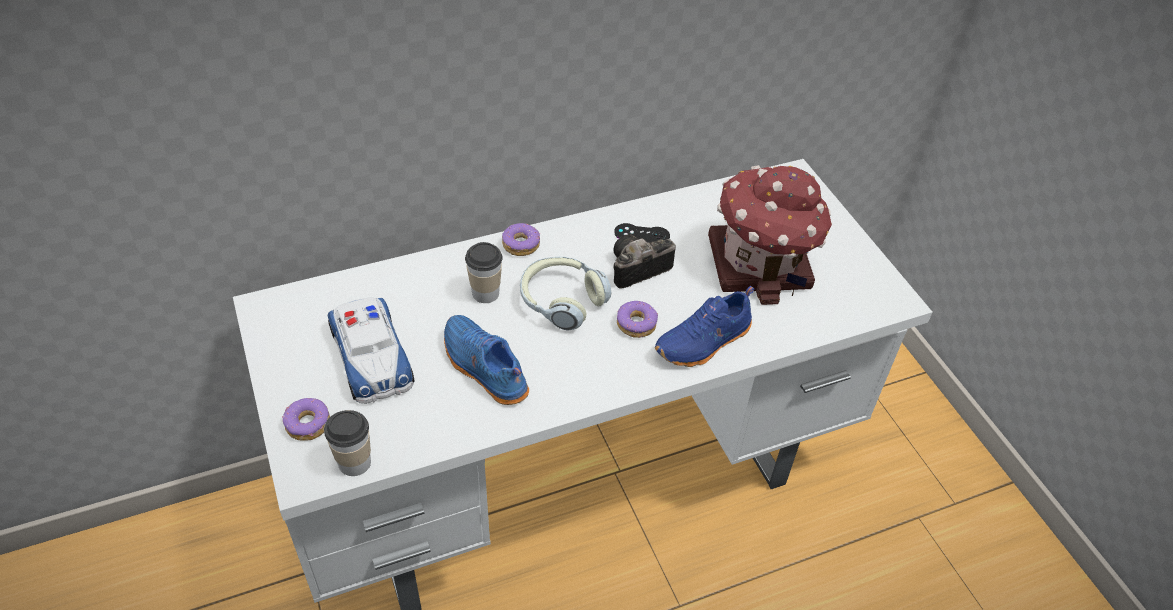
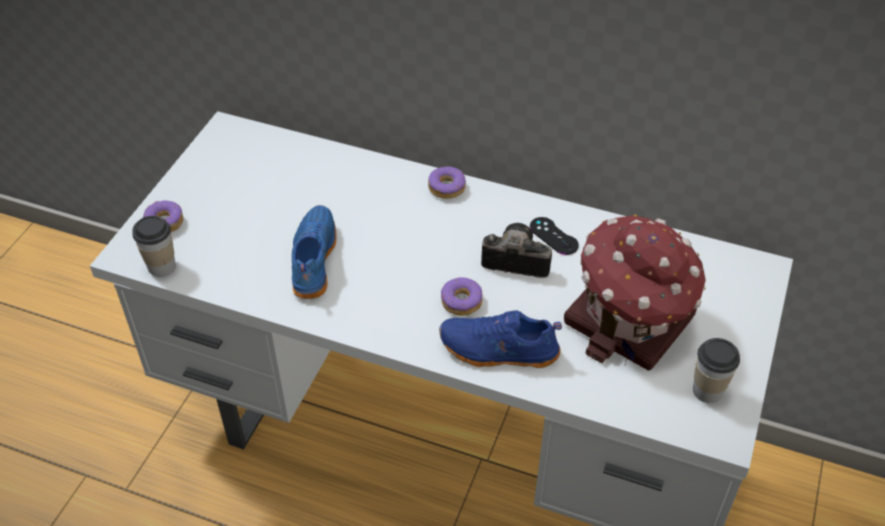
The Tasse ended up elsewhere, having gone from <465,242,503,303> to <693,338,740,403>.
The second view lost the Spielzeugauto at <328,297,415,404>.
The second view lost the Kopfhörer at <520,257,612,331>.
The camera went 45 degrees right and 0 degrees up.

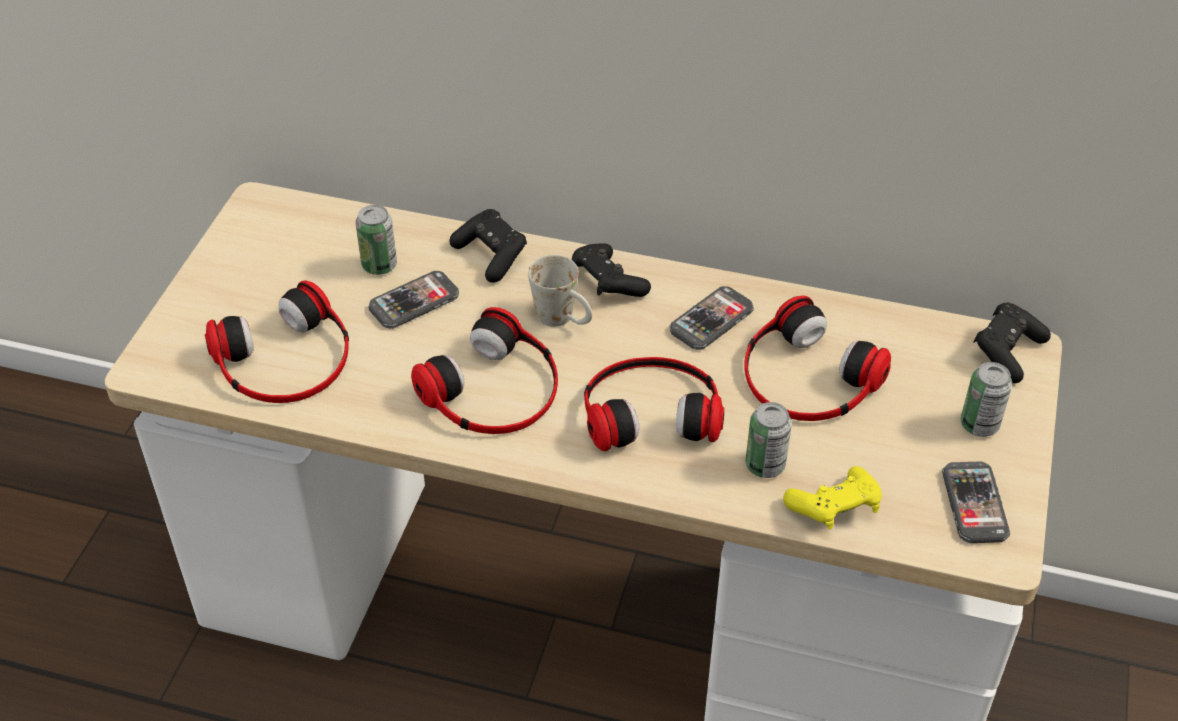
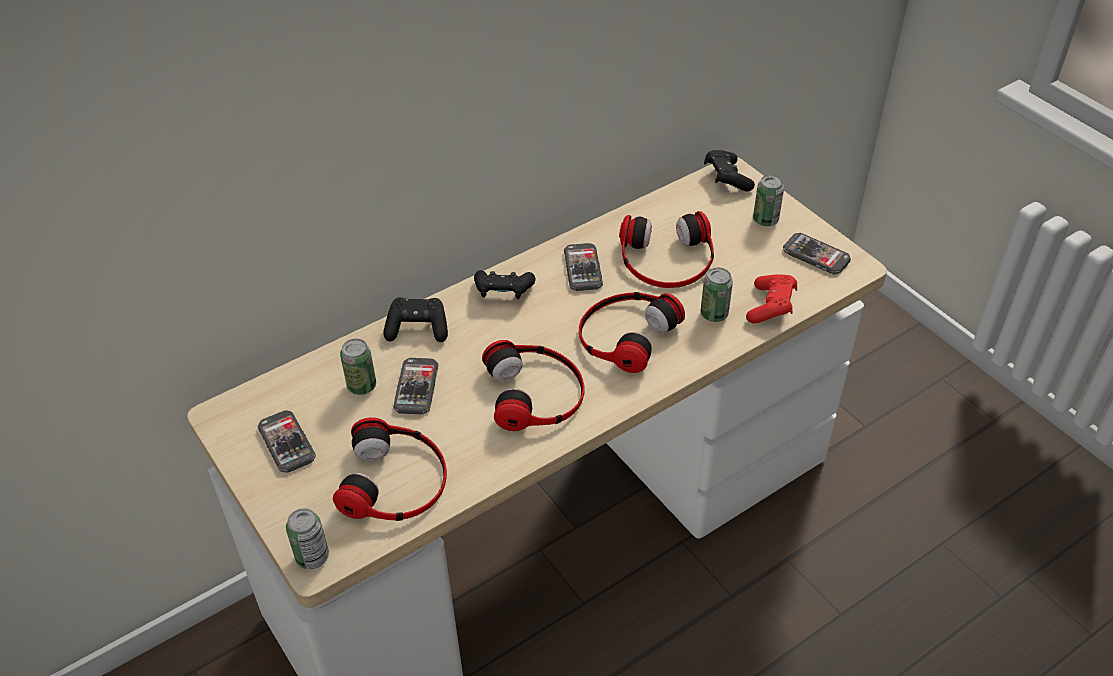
The second view gained the Handy at <258,410,316,473>.
The second view gained the Dose at <286,508,329,569>.
What was the Gamepad (gelb) at <783,466,882,530> turned into the Gamepad (rot) at <746,274,797,324>.
The second view lost the Henkelbecher (weiß) at <528,255,592,327>.
The camera went 50 degrees left and 0 degrees up.

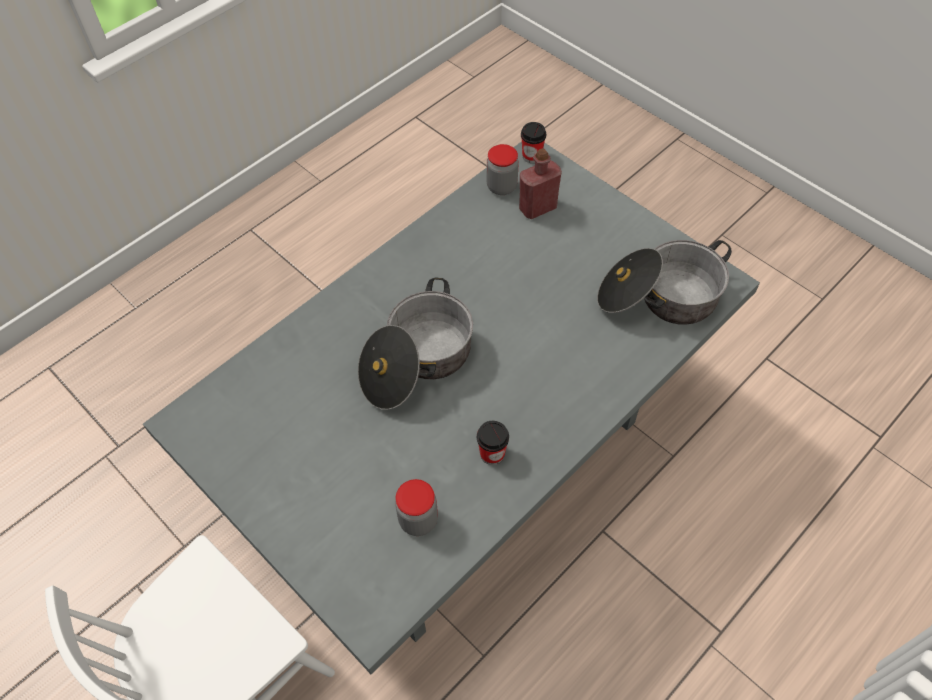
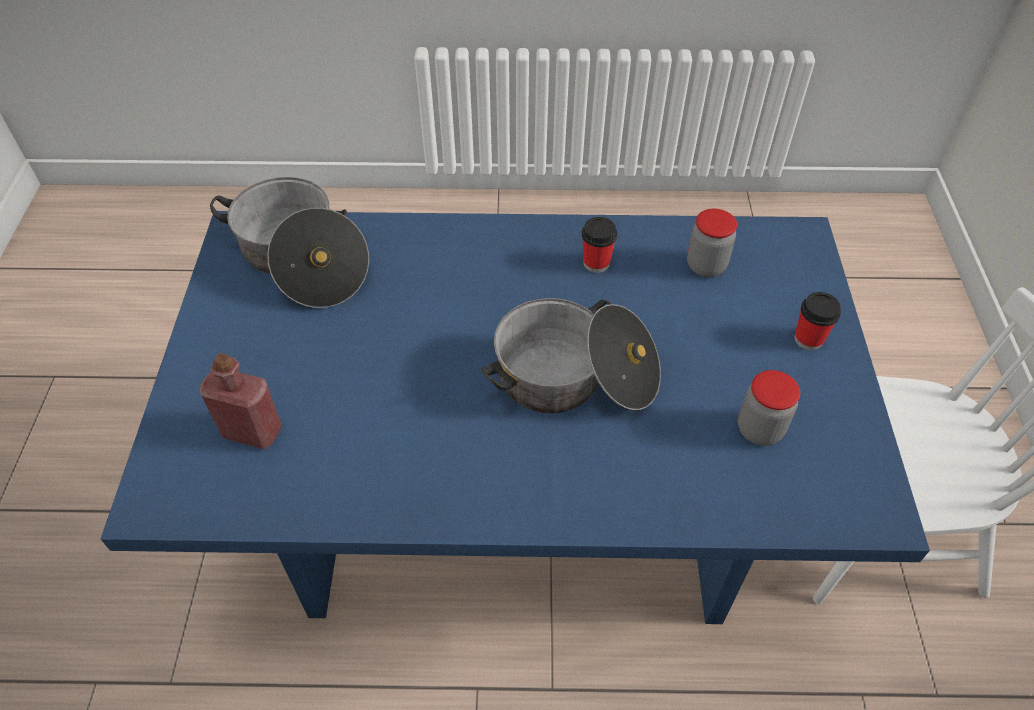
What was the Esstisch (grau) at <143,141,760,675> turned into the Esstisch (blau) at <101,211,930,624>.
The Vorratsglas ended up elsewhere, having gone from <487,144,519,195> to <738,370,800,446>.
The Tasse ended up elsewhere, having gone from <521,122,546,163> to <794,292,841,350>.
The camera went 135 degrees left and 5 degrees down.

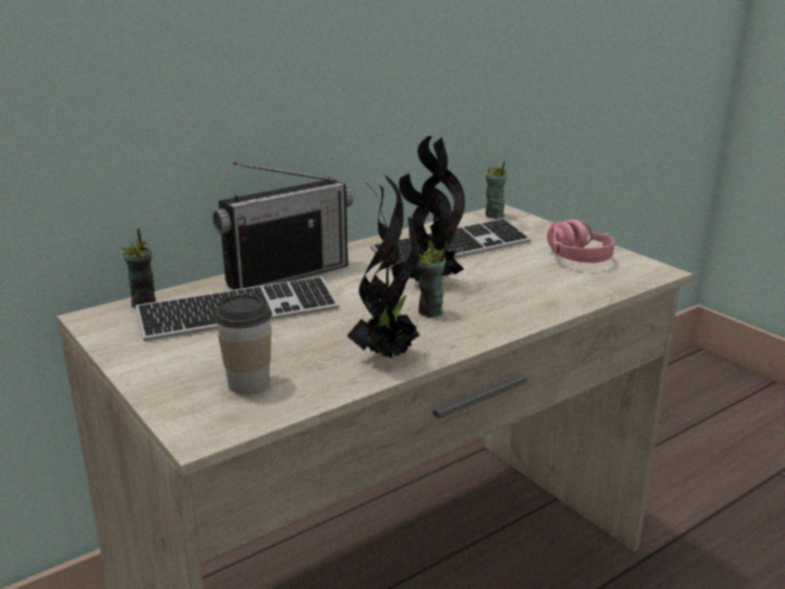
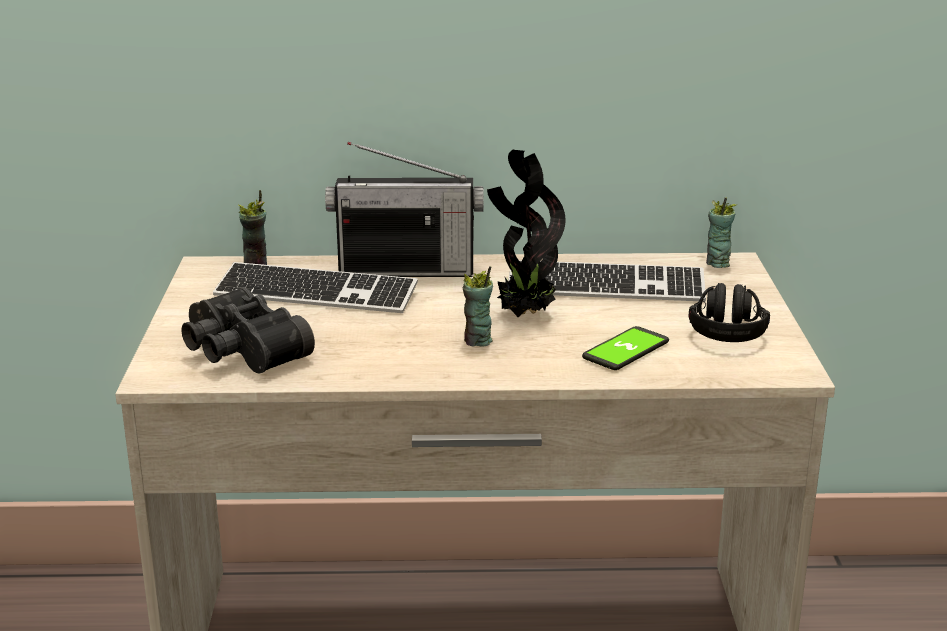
Where the Tasse stood at <215,295,272,394>, the Fernglas (schwarz) came to stand at <181,287,315,373>.
The second view gained the Handy at <582,326,669,370>.
What was the Kopfhörer (rosa) at <547,220,615,263> turned into the Kopfhörer (schwarz) at <689,283,770,342>.
The second view lost the Topfpflanze at <347,174,420,358>.
The camera went 35 degrees right and 0 degrees up.

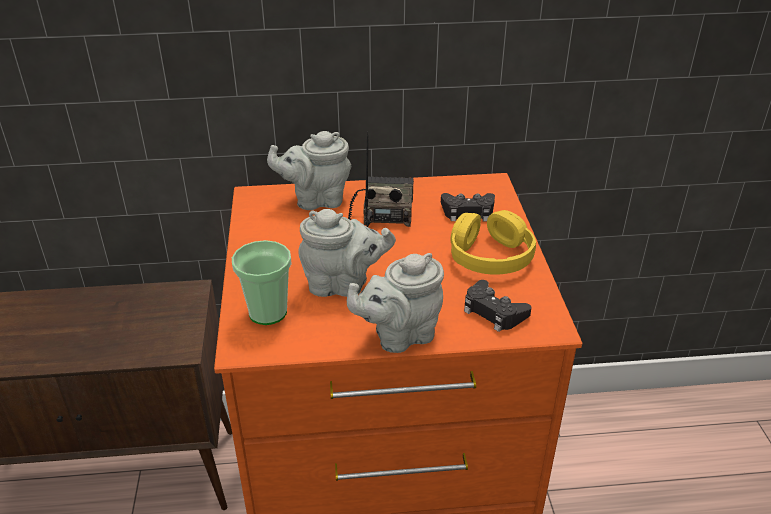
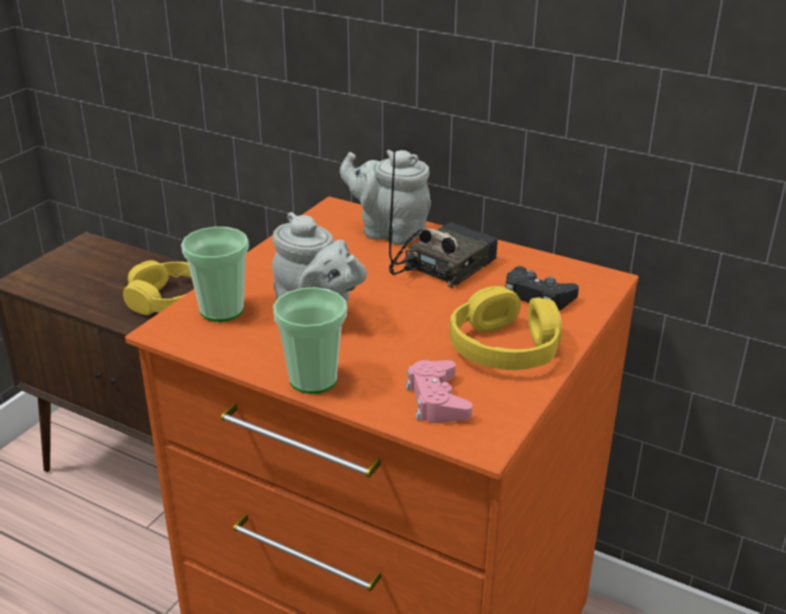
The second view gained the Kopfhörer (gelb) at <123,260,192,315>.
Where the Teekanne (grau) stood at <347,253,444,353>, the Tasse came to stand at <273,287,347,394>.
What was the Gamepad (schwarz) at <464,280,532,332> turned into the Gamepad (rosa) at <406,360,473,423>.
The camera went 35 degrees right and 5 degrees down.

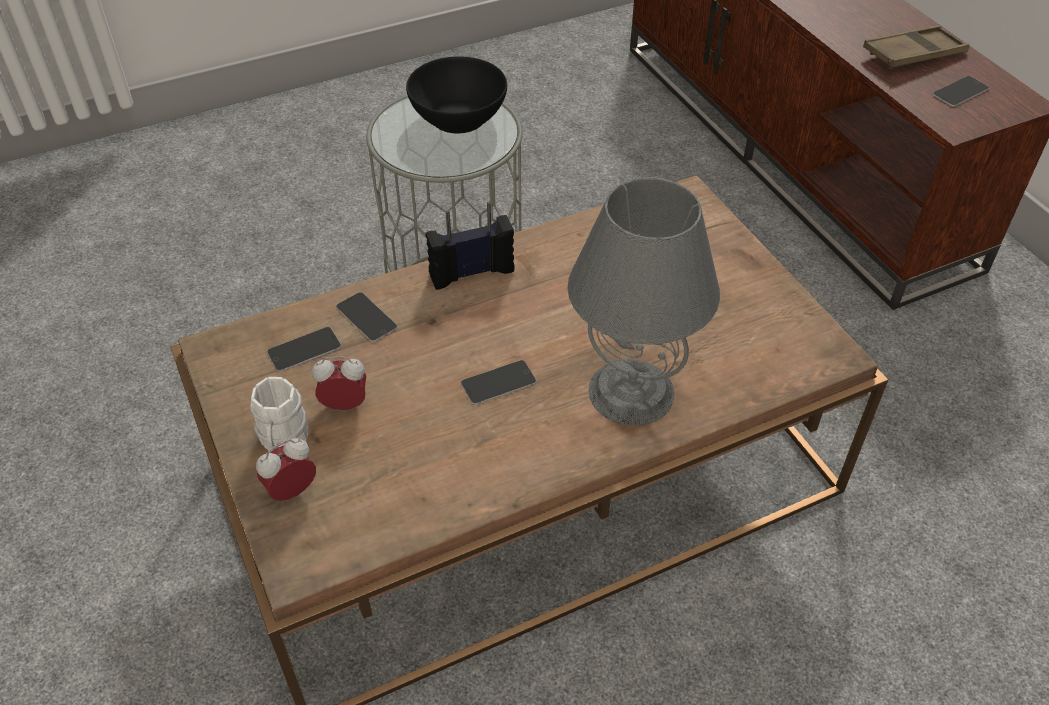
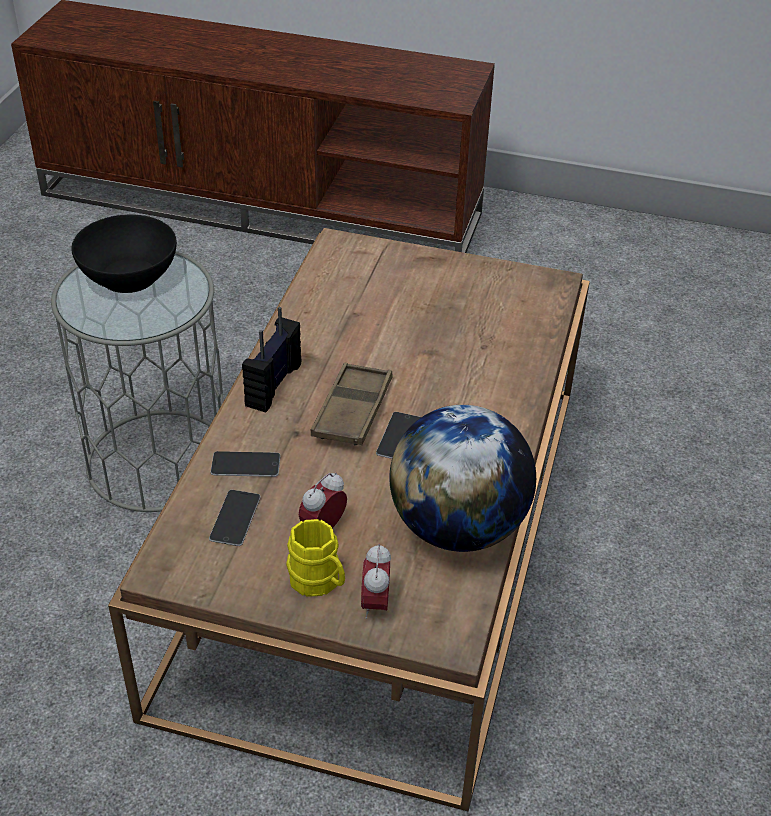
What was the Henkelbecher (weiß) at <250,377,309,452> turned into the Henkelbecher (gelb) at <286,519,345,597>.
The Tablett (braun) ended up elsewhere, having gone from <863,25,969,69> to <311,363,393,446>.
The second view gained the Globus at <389,405,536,552>.
The second view lost the Tischlampe (grau) at <568,177,720,426>.
The second view lost the Handy at <932,76,989,107>.
The camera went 50 degrees left and 5 degrees down.

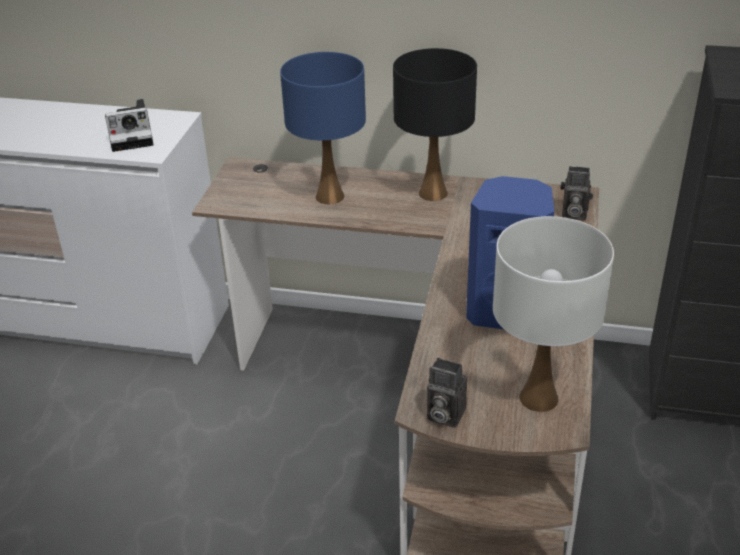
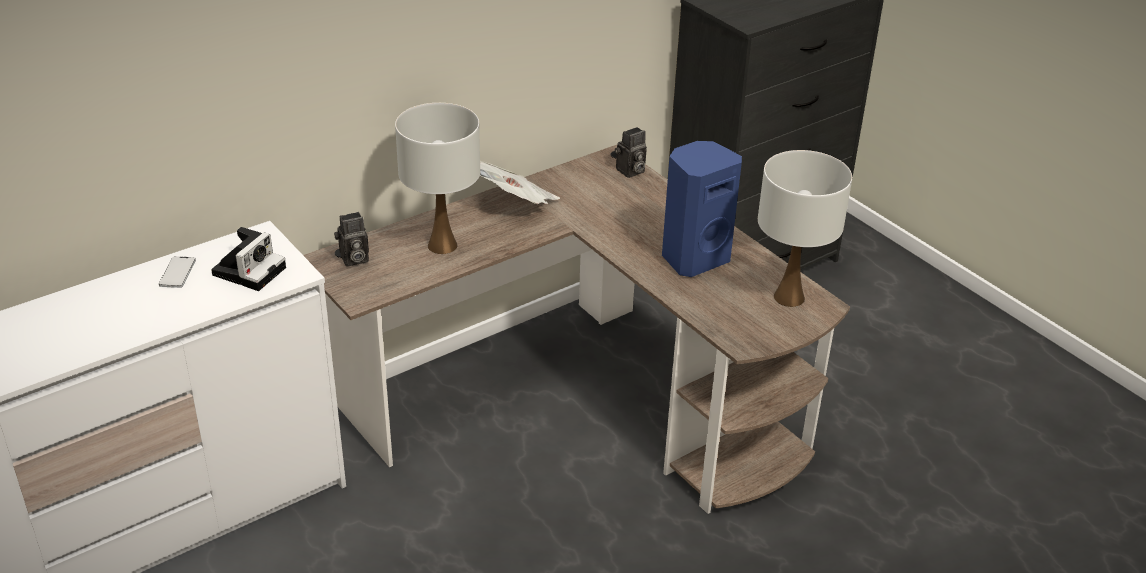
The second view gained the Handy at <159,256,196,288>.
The Kamera ended up elsewhere, having gone from <427,358,467,428> to <334,212,369,266>.
What was the Tischlampe (blau) at <280,52,366,204> turned into the Tischlampe (weiß) at <395,103,480,254>.
Where the Tischlampe (schwarz) stood at <393,48,477,201>, the Zeitung came to stand at <480,161,560,204>.
The camera went 50 degrees left and 0 degrees up.

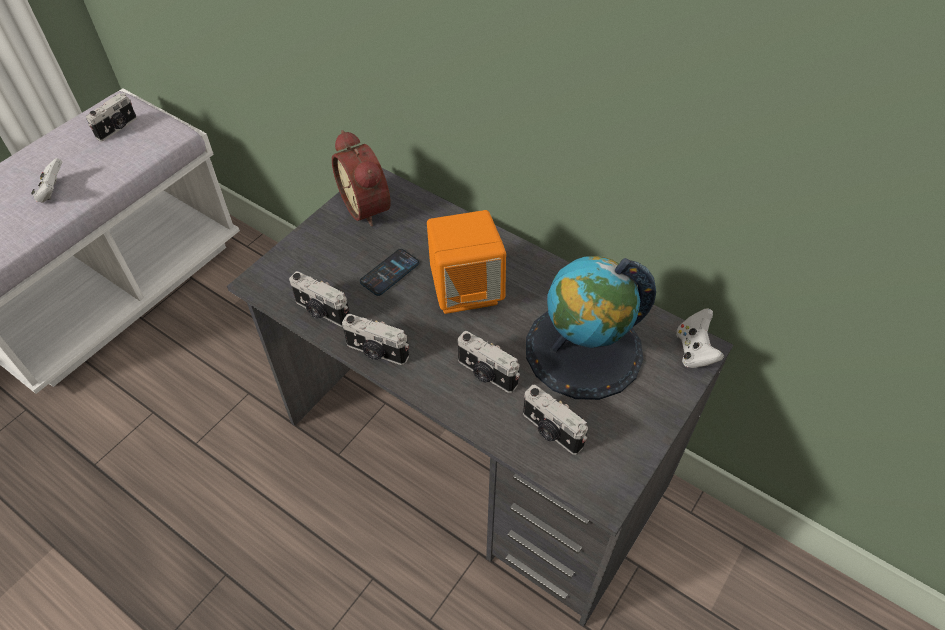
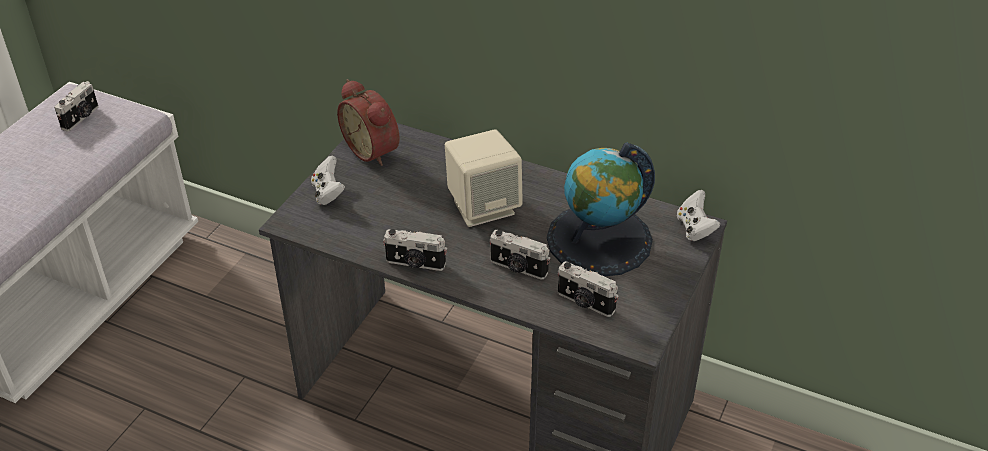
The Gamepad (weiß) ended up elsewhere, having gone from <31,158,62,203> to <311,155,345,205>.
What was the Lautsprecher (orange) at <427,210,506,314> turned into the Lautsprecher (beige) at <445,129,523,227>.
The second view lost the Kamera at <289,271,350,327>.
The second view lost the Handy at <360,249,419,296>.
The camera went 10 degrees left and 10 degrees down.

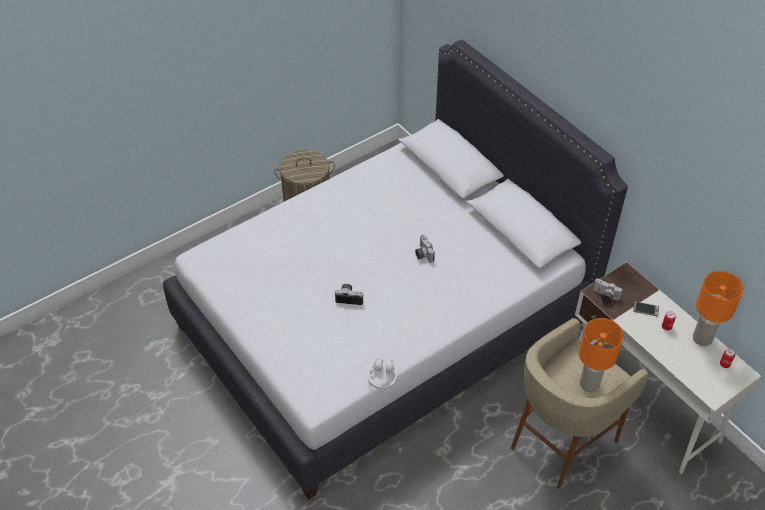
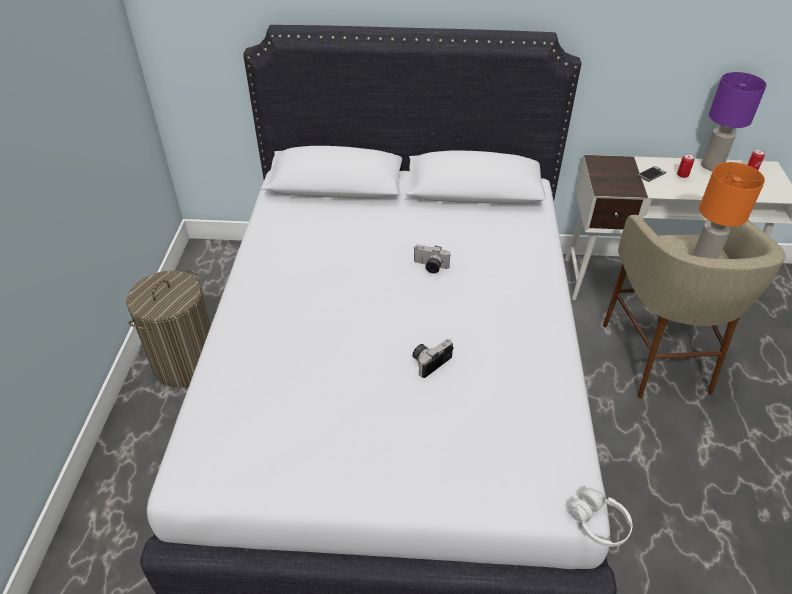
The Kopfhörer (weiß) ended up elsewhere, having gone from <368,358,397,389> to <568,488,633,547>.
What was the Tischlampe (orange) at <693,271,744,346> turned into the Tischlampe (lila) at <701,72,767,171>.
The second view lost the Kamera at <593,279,622,303>.
The camera went 50 degrees left and 5 degrees down.

